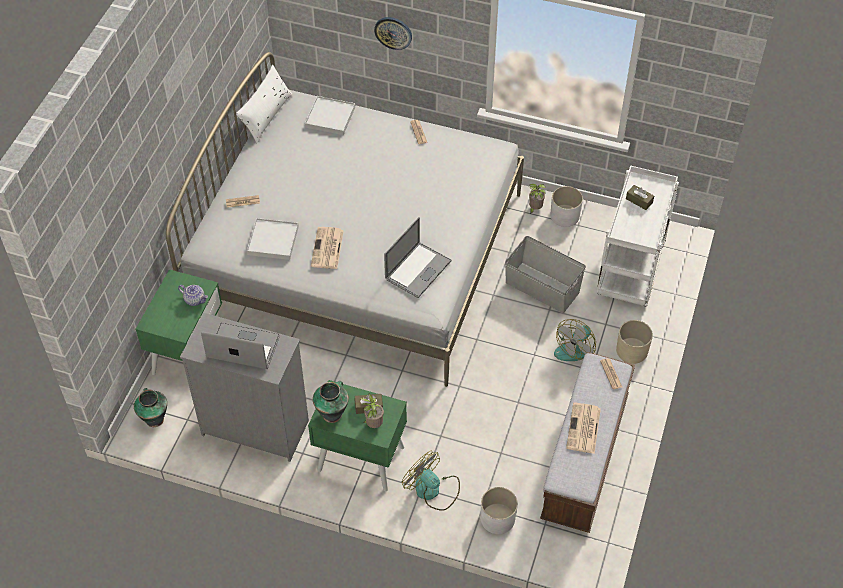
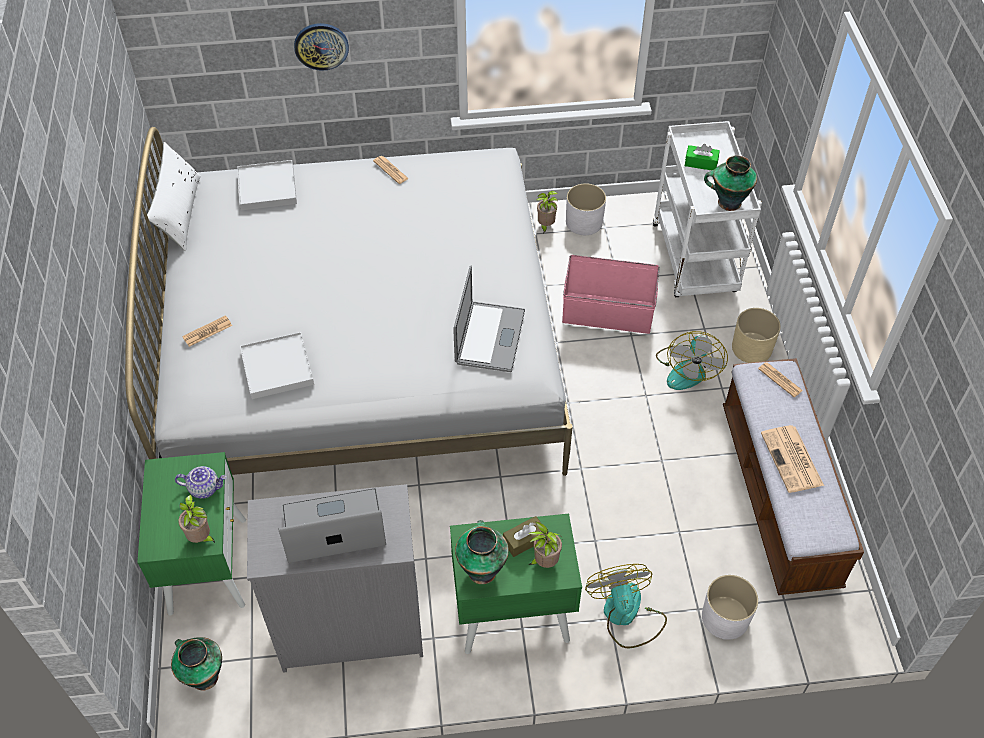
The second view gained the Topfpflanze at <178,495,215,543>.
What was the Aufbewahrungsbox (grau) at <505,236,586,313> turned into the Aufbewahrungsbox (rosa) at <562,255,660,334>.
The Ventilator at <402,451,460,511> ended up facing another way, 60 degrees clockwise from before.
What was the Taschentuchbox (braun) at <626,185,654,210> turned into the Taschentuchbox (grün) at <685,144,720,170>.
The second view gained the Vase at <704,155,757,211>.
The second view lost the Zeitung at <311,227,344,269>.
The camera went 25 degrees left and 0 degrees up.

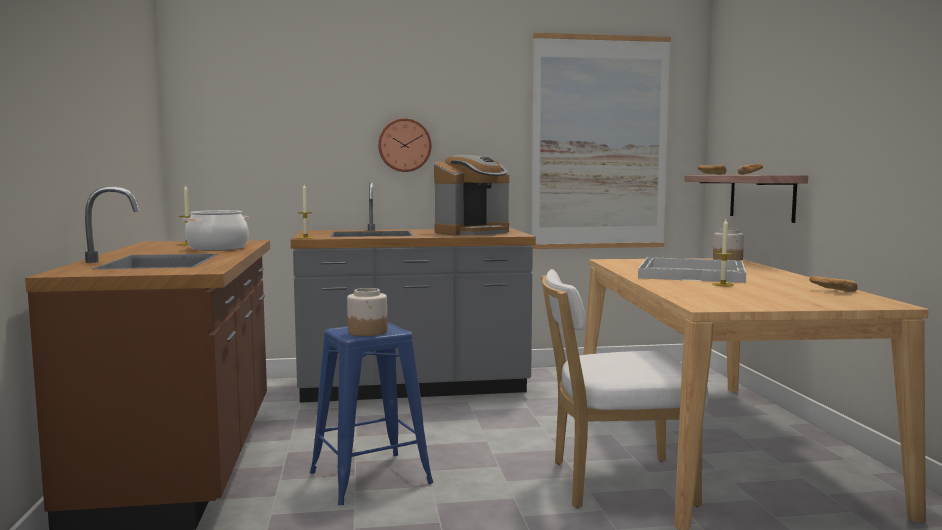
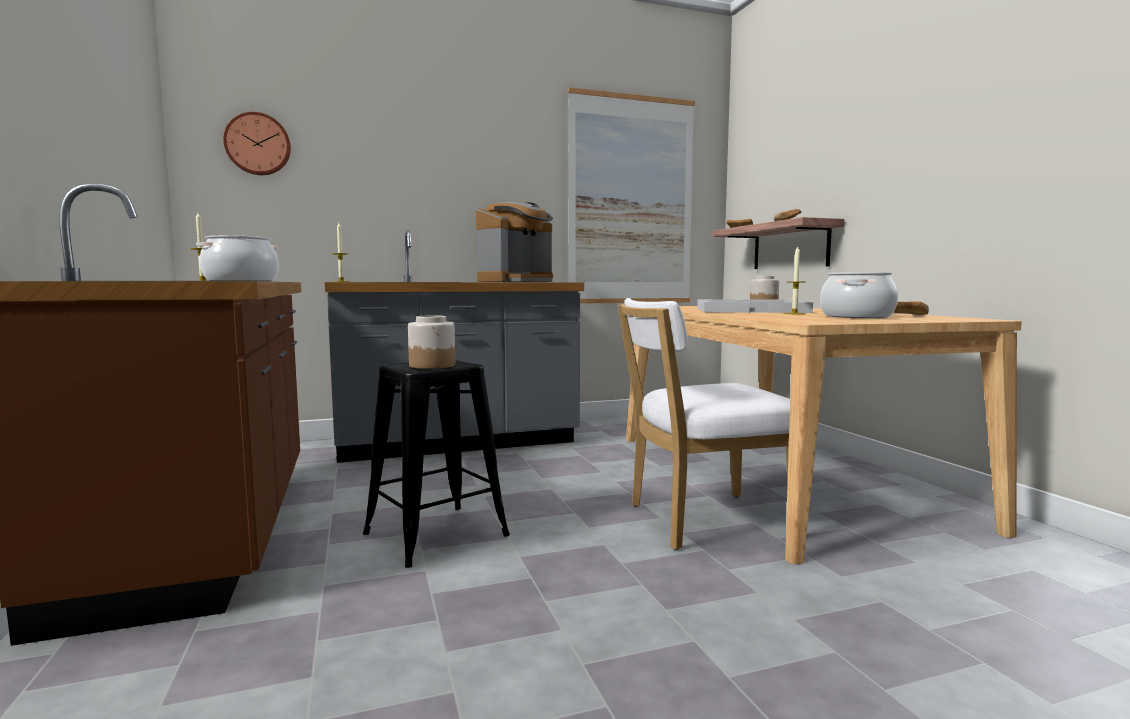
The Wanduhr ended up elsewhere, having gone from <378,118,432,172> to <223,112,291,175>.
What was the Hocker (blau) at <310,323,434,505> turned into the Hocker (schwarz) at <363,360,510,568>.
The second view gained the Kochtopf at <820,272,898,318>.
The camera went 10 degrees left and 0 degrees up.

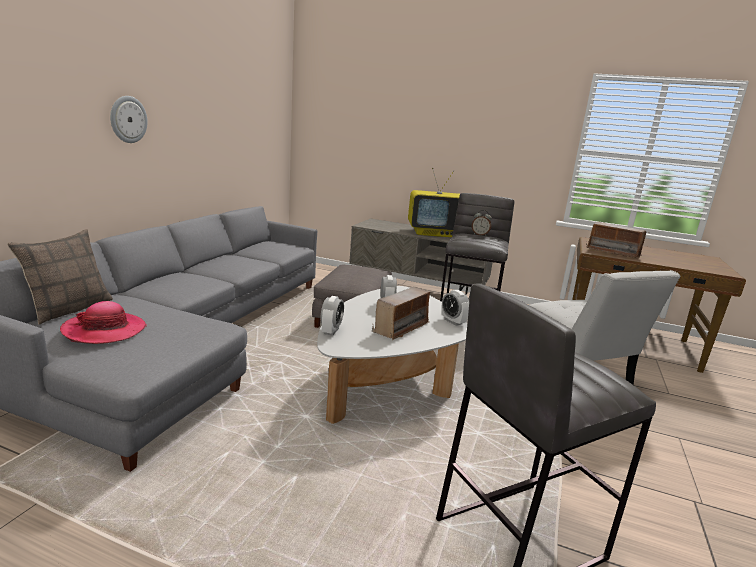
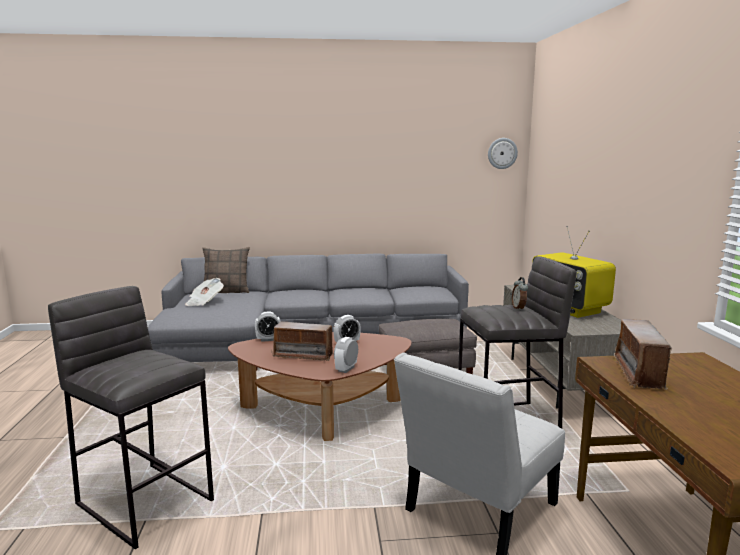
Where the Hut stood at <60,301,147,344>, the Zeitung came to stand at <185,278,224,306>.
What was the Couchtisch (weiß) at <317,286,467,424> turned into the Couchtisch (braun) at <228,332,411,441>.
The Wanduhr ended up elsewhere, having gone from <110,96,148,143> to <488,138,518,169>.
The camera went 65 degrees right and 5 degrees down.

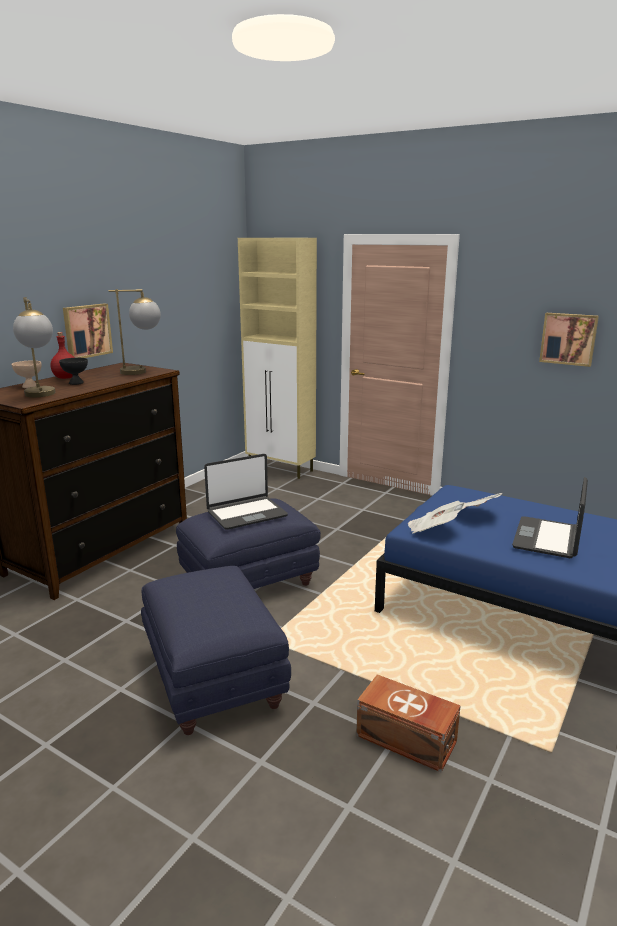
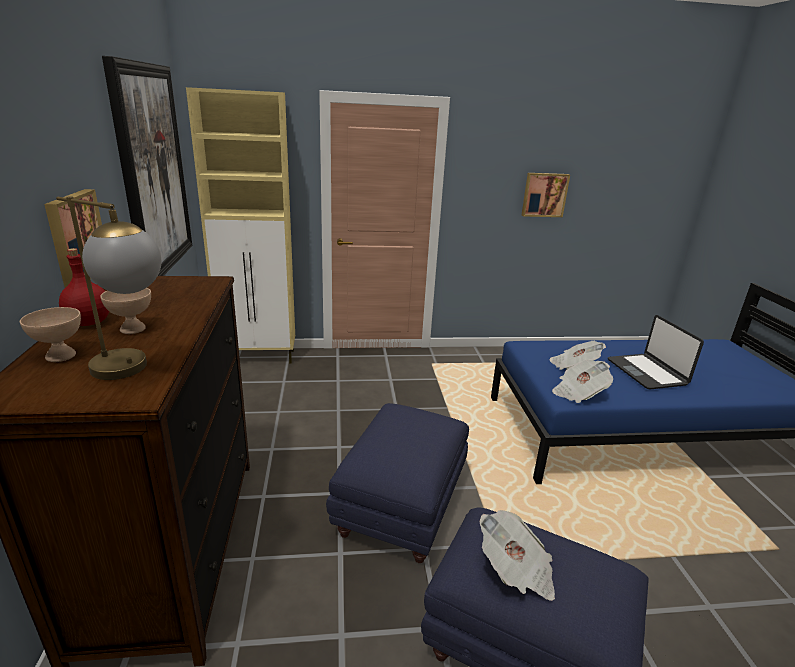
What was the Schüssel (schwarz) at <59,358,88,385> turned into the Schüssel (beige) at <100,288,151,334>.
The second view gained the Bild at <102,56,192,276>.
The second view gained the Zeitung at <480,510,555,601>.
The second view lost the Tischlampe at <109,289,161,375>.
The second view lost the Laptop at <204,454,288,530>.
The second view lost the Aufbewahrungsbox (braun) at <356,674,461,772>.
The camera went 40 degrees left and 5 degrees up.

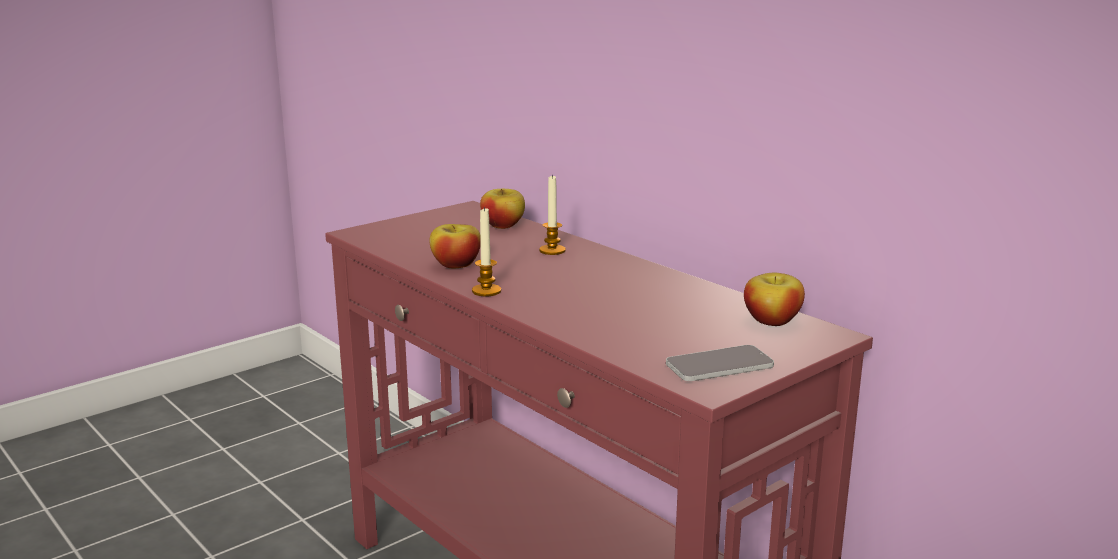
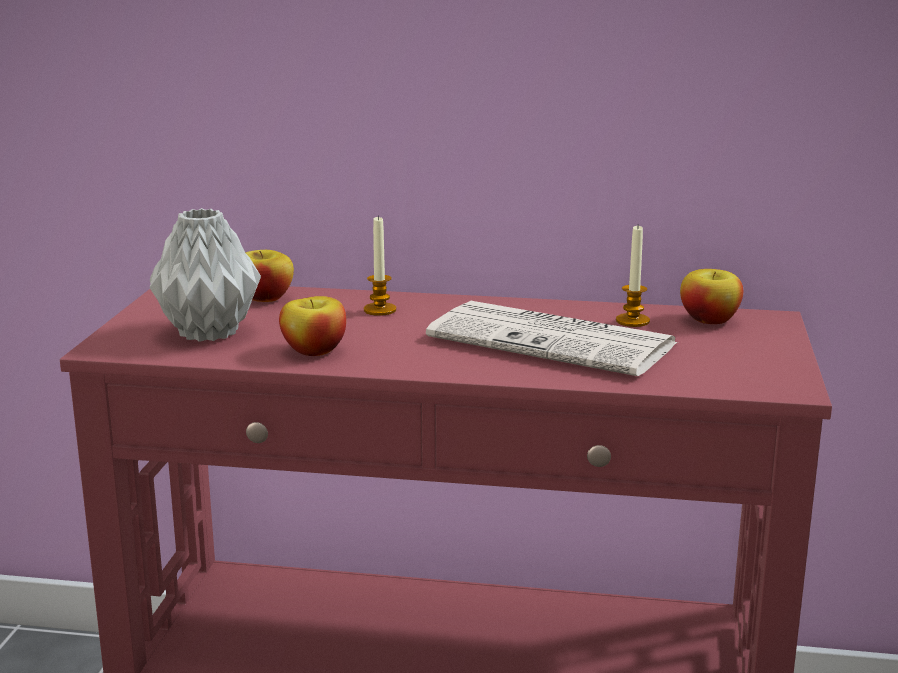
The second view gained the Vase (grau) at <150,208,261,342>.
The second view gained the Zeitung at <426,301,678,376>.
The Kerze ended up elsewhere, having gone from <472,207,501,296> to <616,226,650,327>.
The second view lost the Handy at <666,345,774,381>.
The camera went 40 degrees left and 0 degrees up.

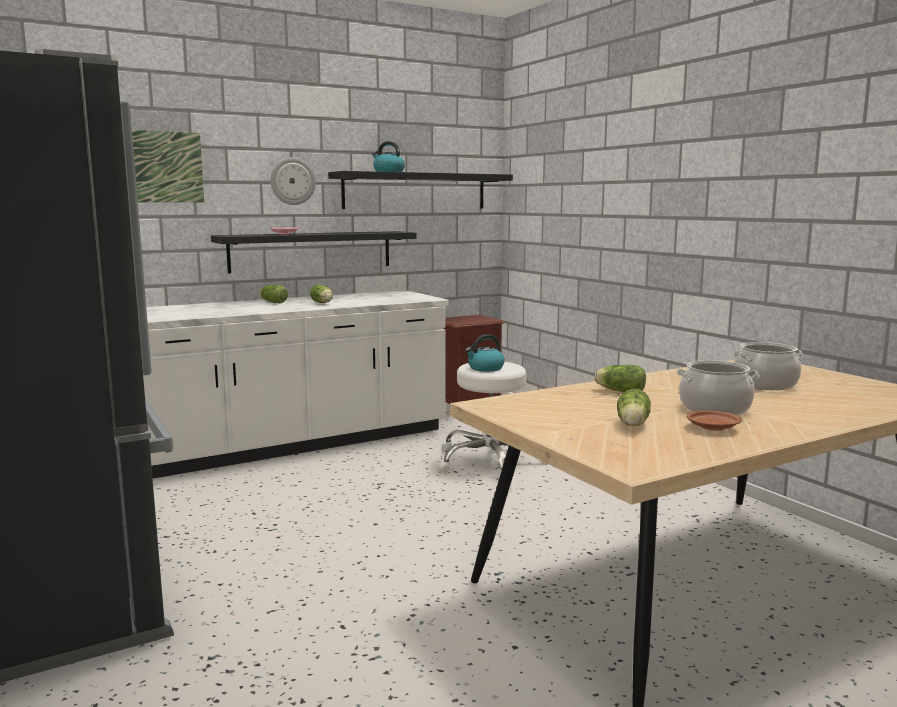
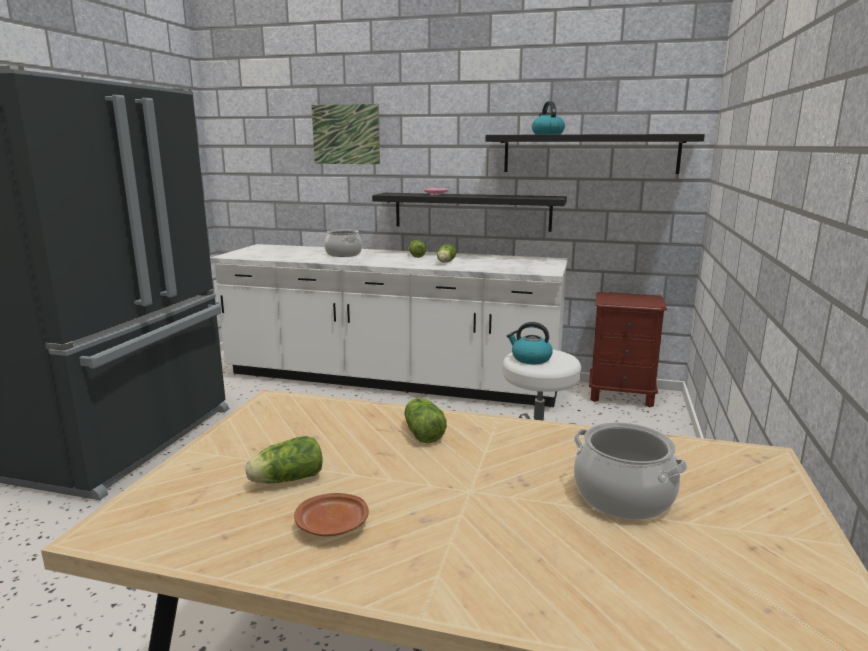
The Kochtopf ended up elsewhere, having gone from <676,360,760,415> to <324,230,362,257>.
The second view lost the Wanduhr at <270,157,316,205>.
The camera went 45 degrees right and 5 degrees up.

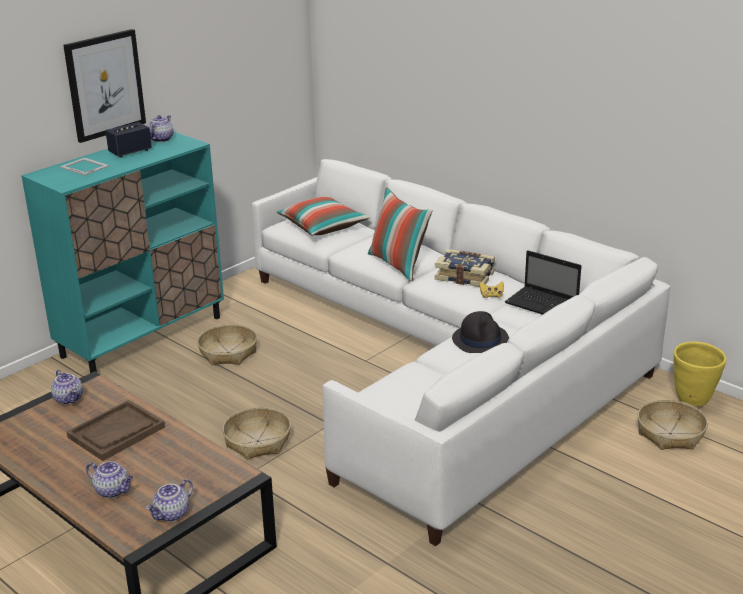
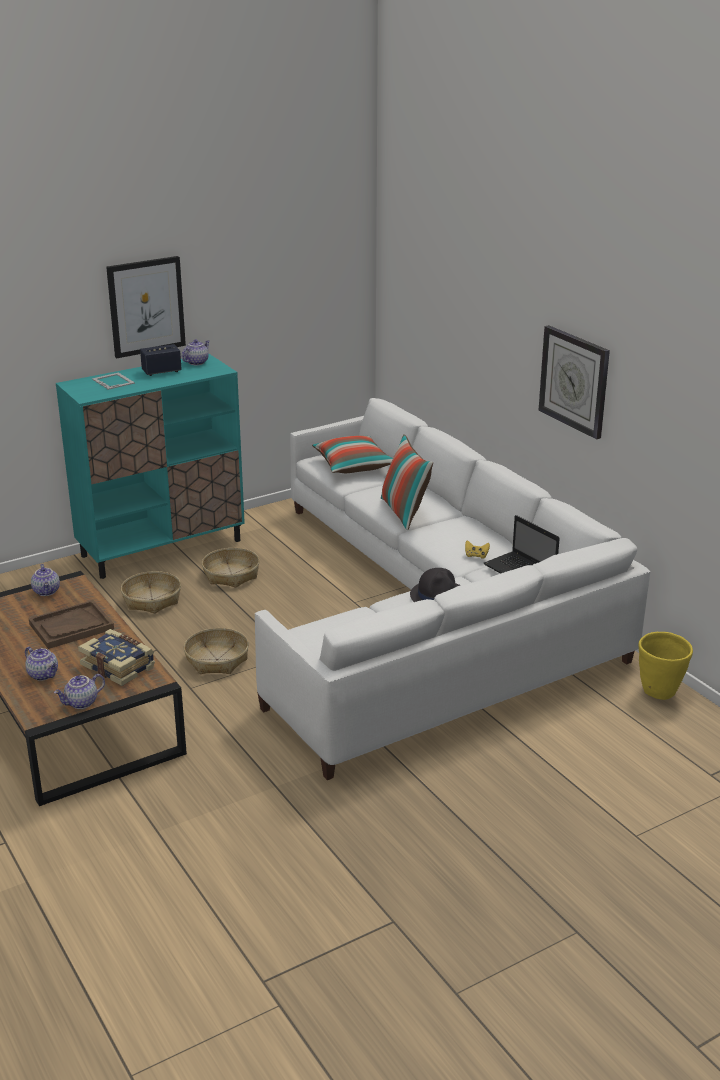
The Buch ended up elsewhere, having gone from <435,249,495,287> to <78,629,155,686>.
The Korb ended up elsewhere, having gone from <638,400,708,450> to <121,571,181,614>.
The second view gained the Wanduhr at <539,325,610,439>.
The camera went 15 degrees right and 0 degrees up.

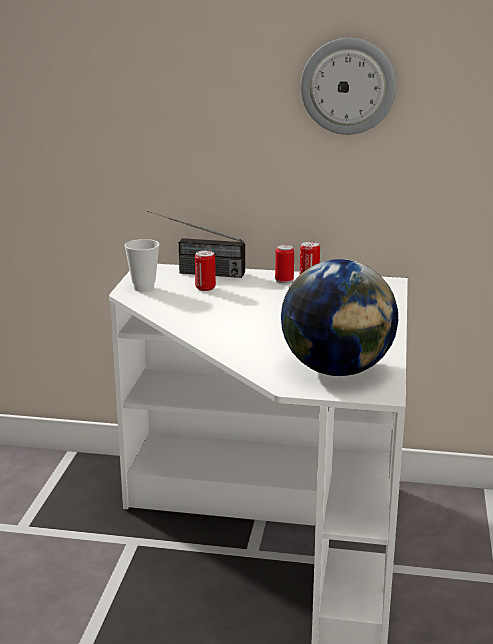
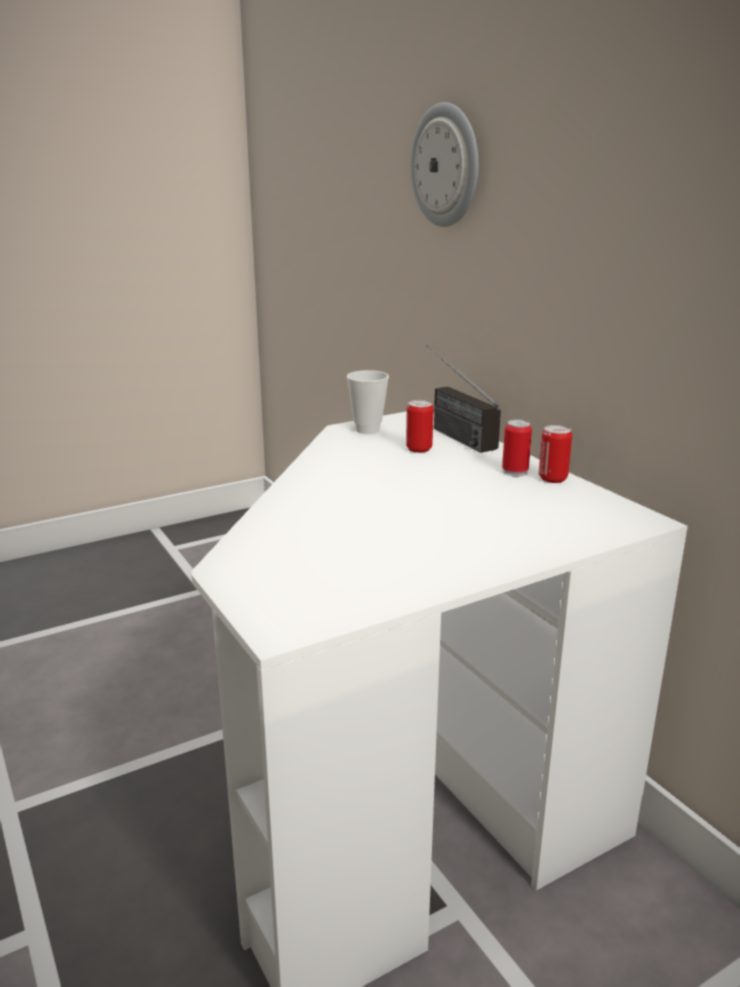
The Wanduhr ended up elsewhere, having gone from <301,38,396,135> to <410,102,479,227>.
The second view lost the Globus at <281,259,398,376>.
The camera went 50 degrees right and 0 degrees up.

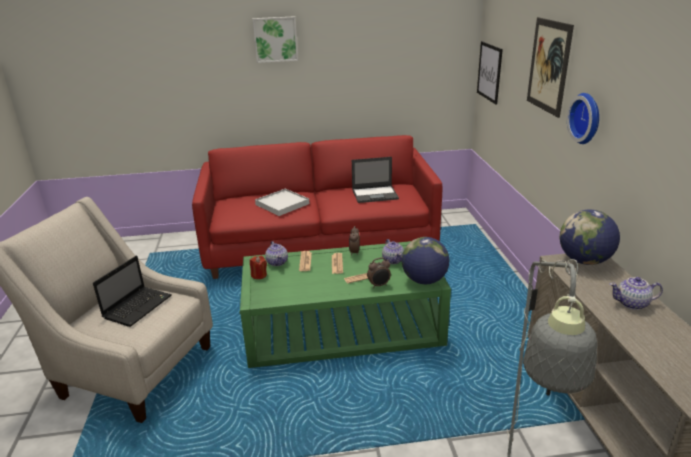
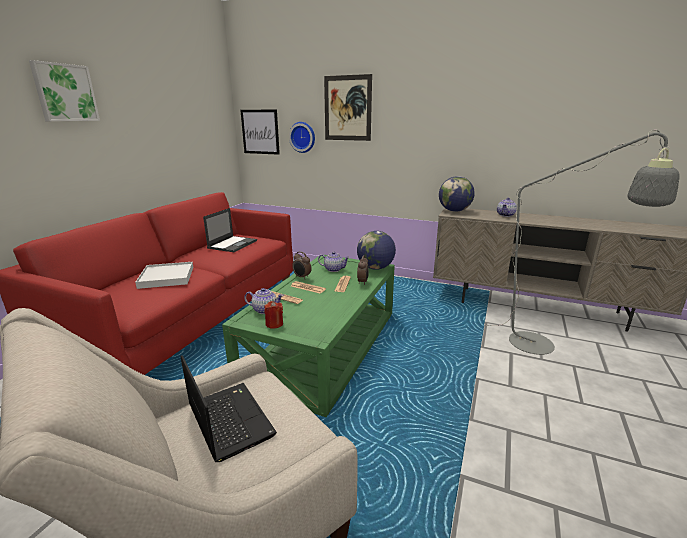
The Wanduhr ended up elsewhere, having gone from <567,93,599,144> to <289,122,315,153>.
The camera went 60 degrees left and 5 degrees down.

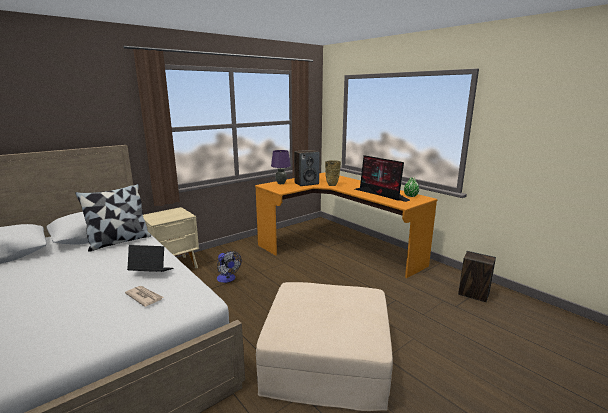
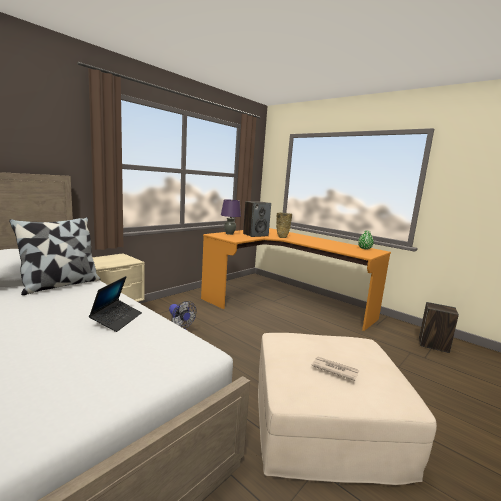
The Laptop at <127,245,173,272> ended up facing another way, 105 degrees clockwise from before.
The Zeitung ended up elsewhere, having gone from <125,286,163,307> to <312,356,359,381>.
The second view lost the Monitor at <355,155,410,202>.
The camera went 10 degrees left and 5 degrees down.

